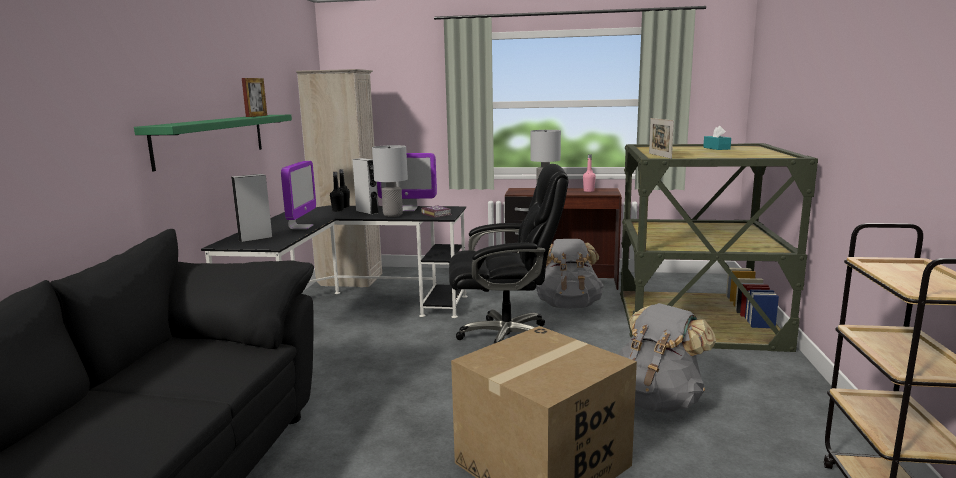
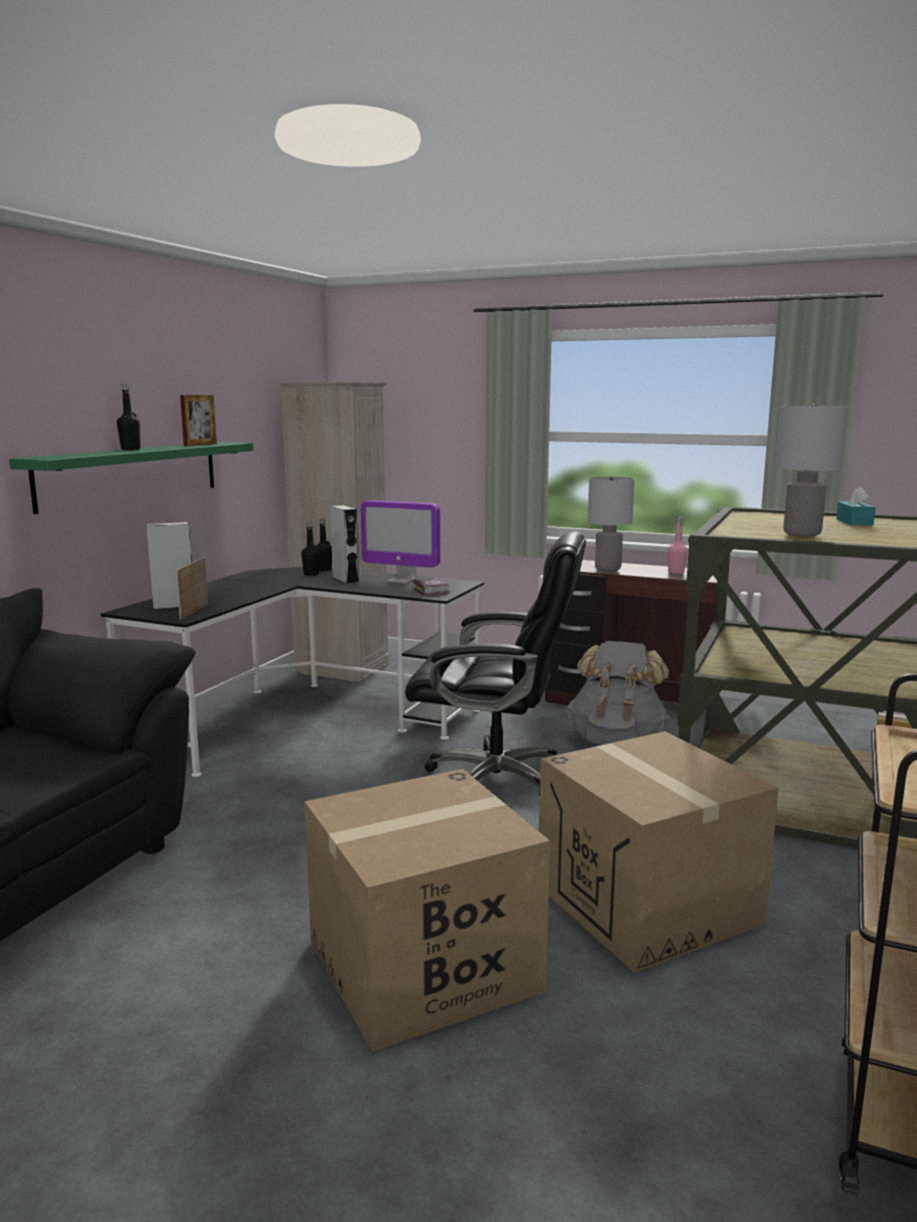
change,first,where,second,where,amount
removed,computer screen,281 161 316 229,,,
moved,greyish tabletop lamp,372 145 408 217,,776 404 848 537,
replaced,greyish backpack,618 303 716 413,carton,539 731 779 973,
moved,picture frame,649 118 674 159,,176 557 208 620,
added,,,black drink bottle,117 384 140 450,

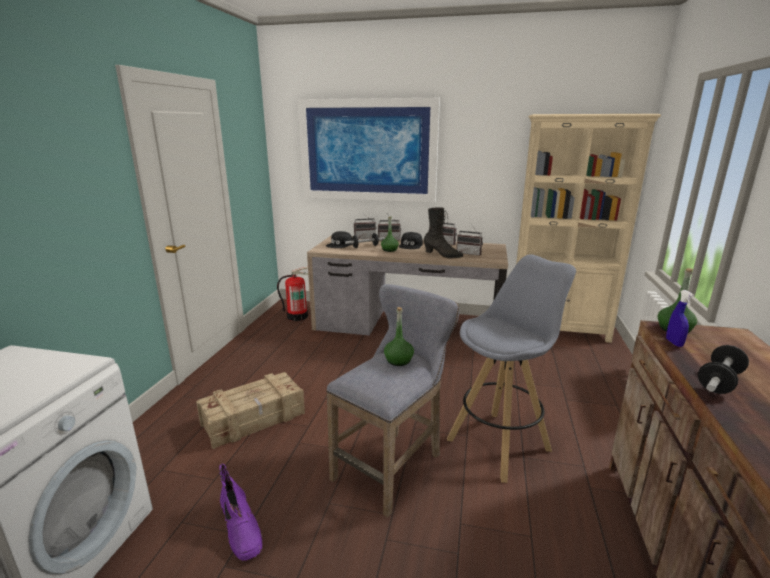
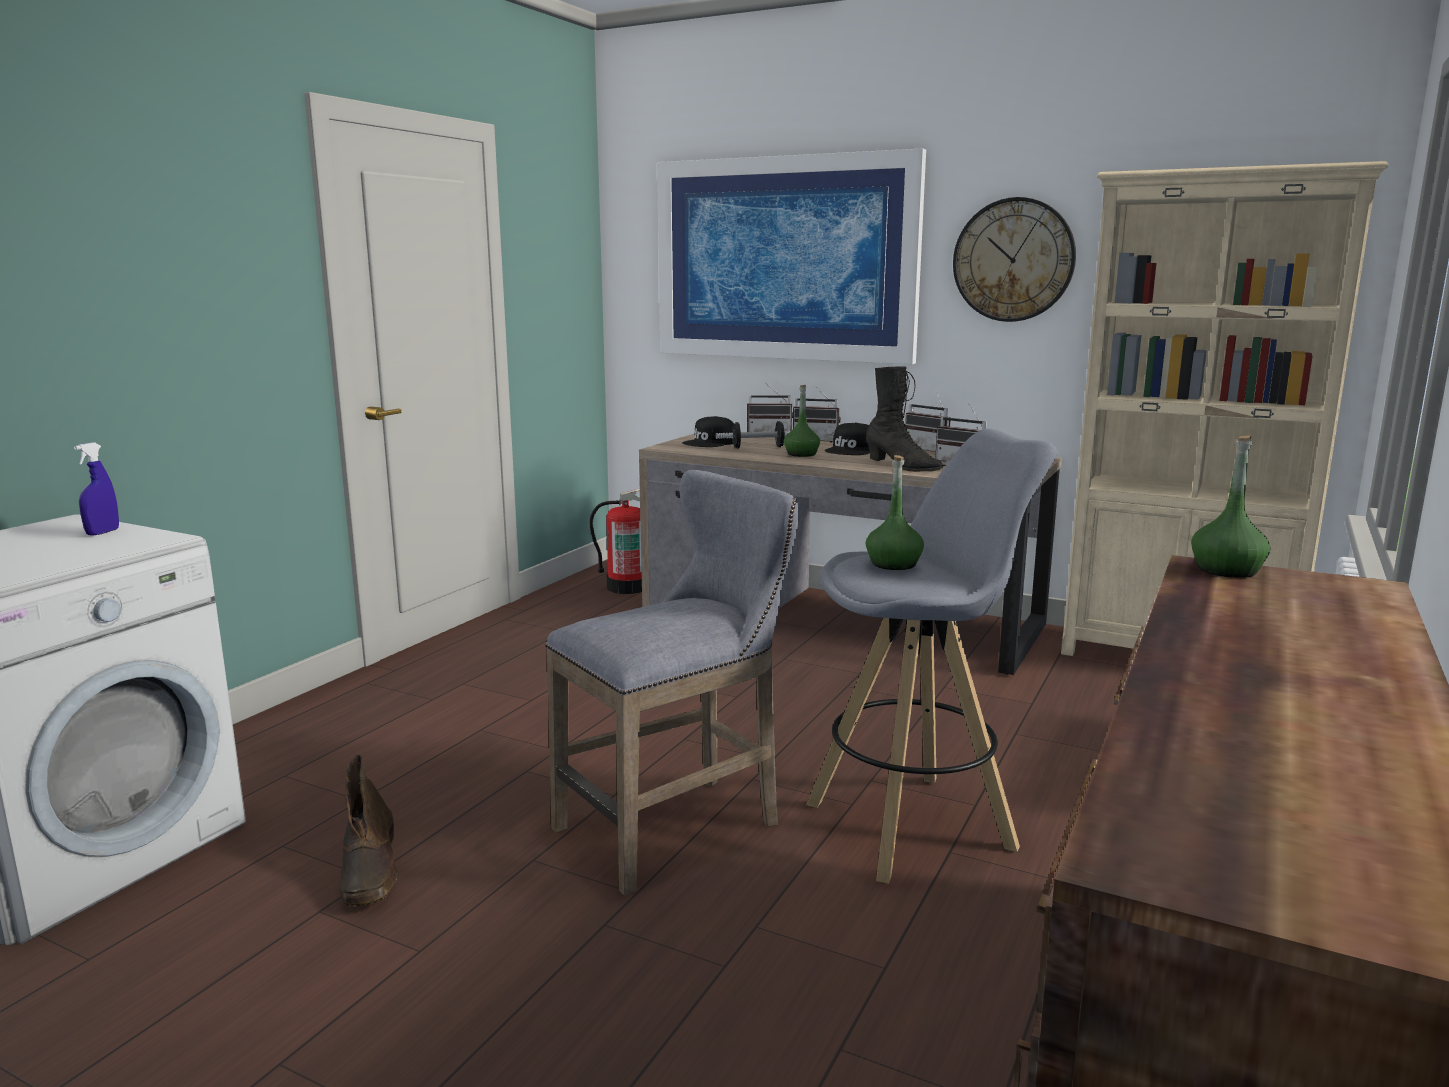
change,first,where,second,where,amount
removed,packing crate,196 372 305 449,,,
recoloured,purple tall boot,219 464 263 561,brown tall boot,340 754 397 907,
moved,green-coloured drink bottle,384 307 414 366,,866 455 924 570,
moved,blue-coloured sprayer,666 290 694 347,,74 442 119 536,
removed,dumbbell,698 345 749 394,,,
added,,,clock on the wall,953 197 1076 322,

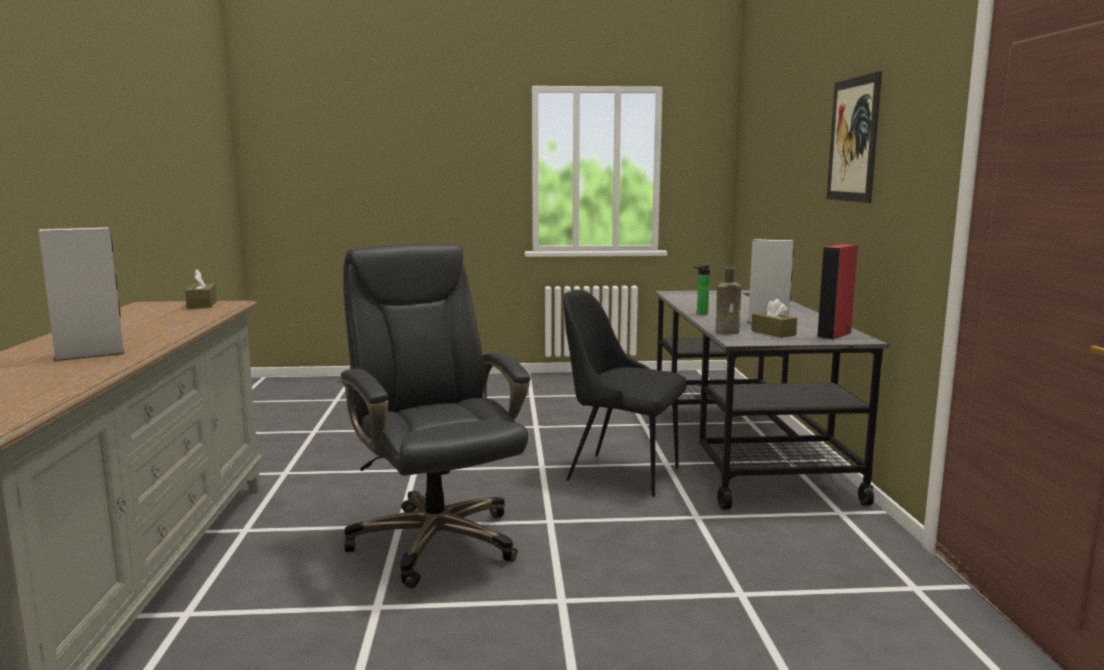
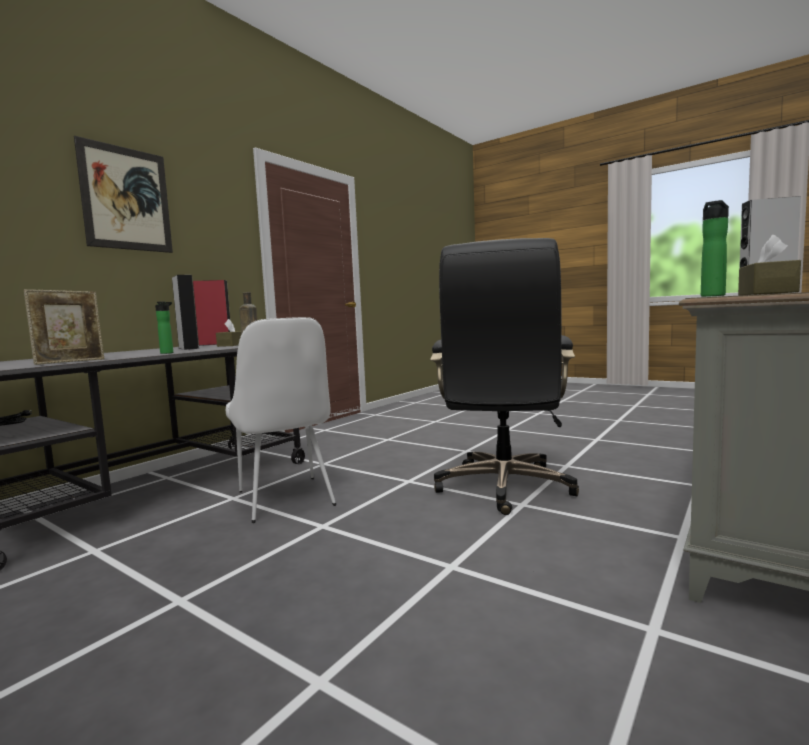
change,first,where,second,where,amount
recoloured,black plain chair,563 290 686 497,white plain chair,226 317 336 523,
added,,,picture frame,24 289 104 365,
added,,,drink bottle,701 200 729 297,

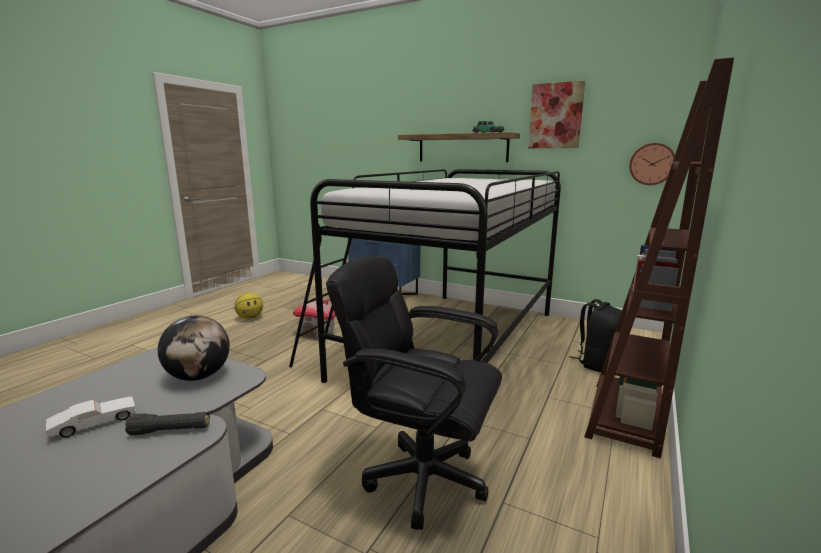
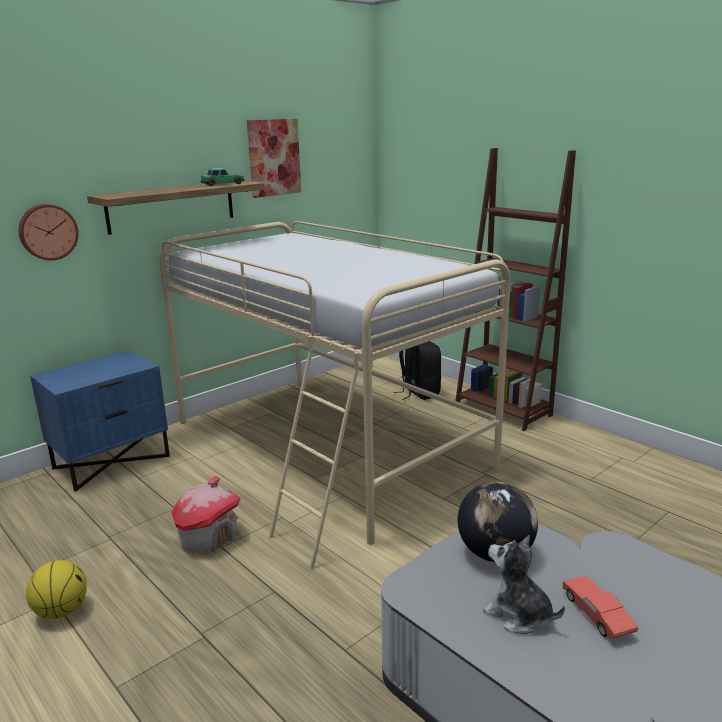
change,first,where,second,where,amount
recoloured,white toy car,45 397 136 438,red-coloured toy car,563 576 638 639,
removed,black torch,125 412 210 435,,,
recoloured,black bedroom bed,289 169 561 383,sand-coloured bedroom bed,159 221 511 569,
removed,black office chair,326 256 502 530,,,
moved,clock on the wall,629 143 675 185,,19 204 79 261,
added,,,soft toy,483 535 565 634,

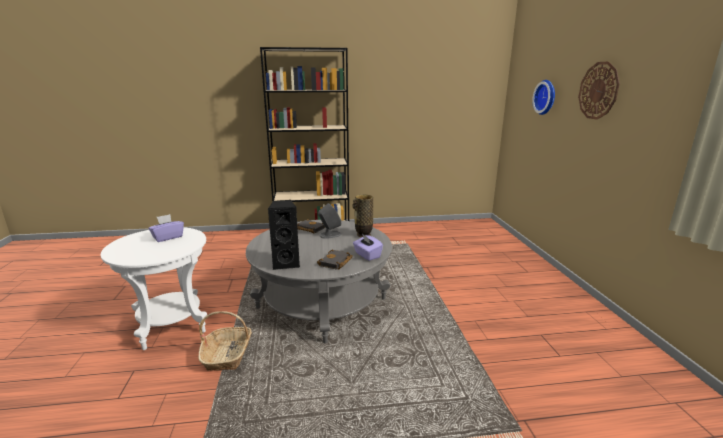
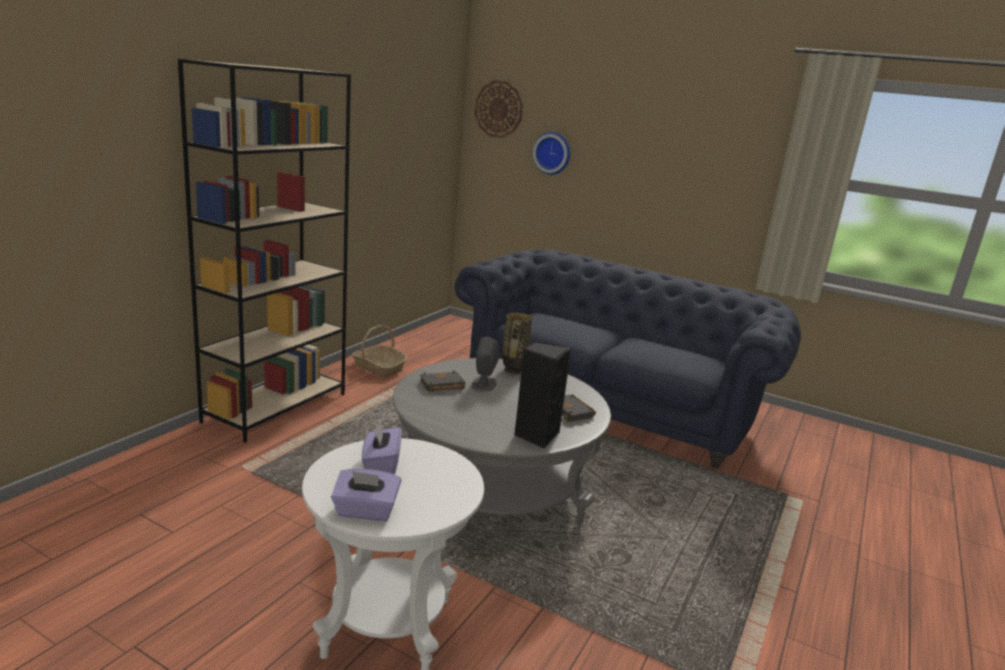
change,first,where,second,where,amount
moved,storage basket,198 311 252 371,,352 325 407 377,
moved,purple tissue box,353 234 383 261,,331 469 401 521,
moved,clock on the wall,578 62 620 120,,475 80 523 138,
added,,,blue-coloured sofa,455 249 801 469,

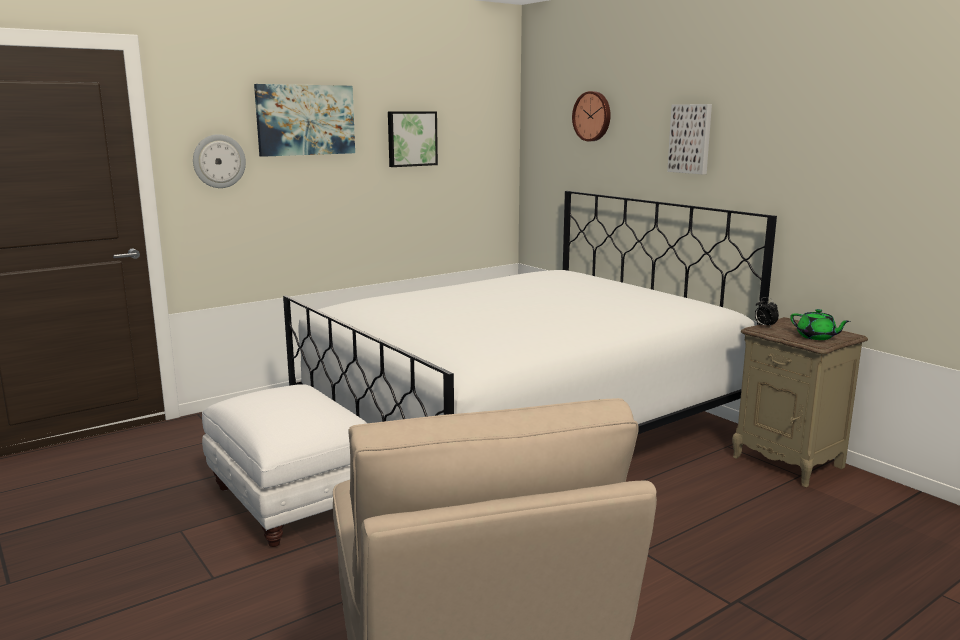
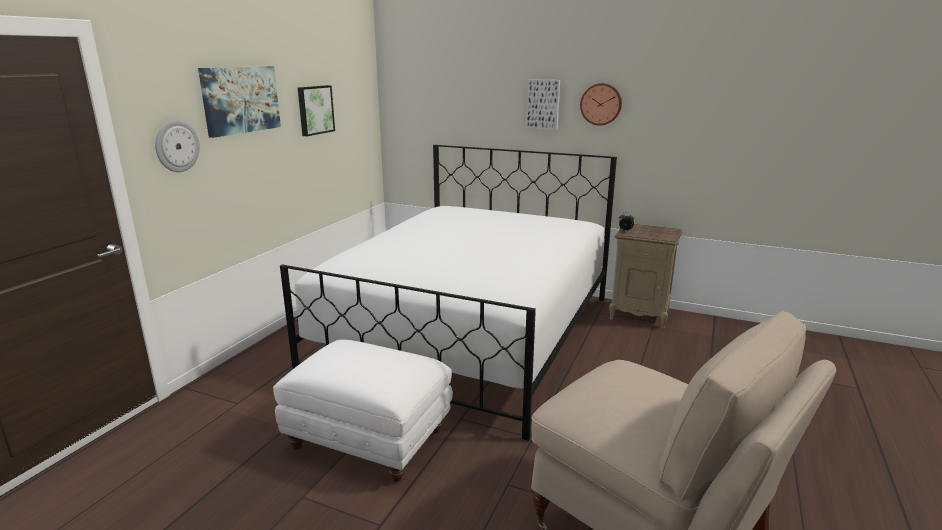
change,first,where,second,where,amount
moved,clock on the wall,572 91 611 141,,580 83 622 126,
removed,green-coloured pot for tea,790 309 851 340,,,

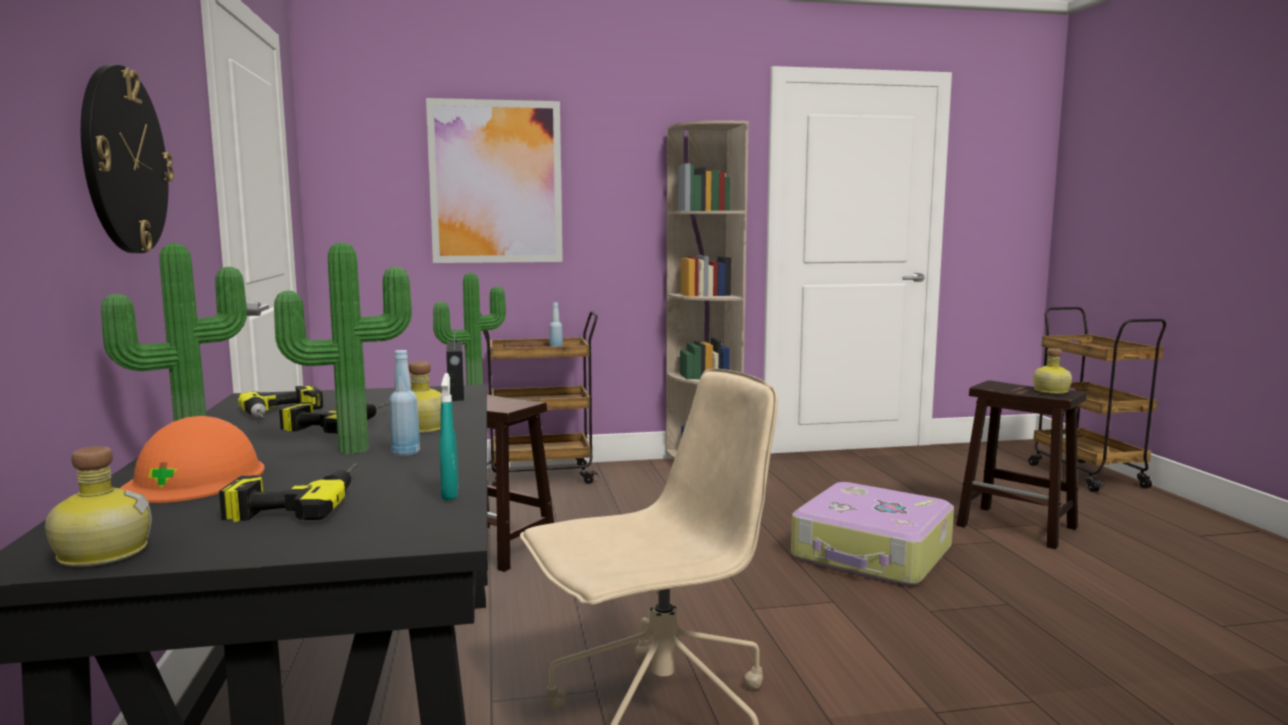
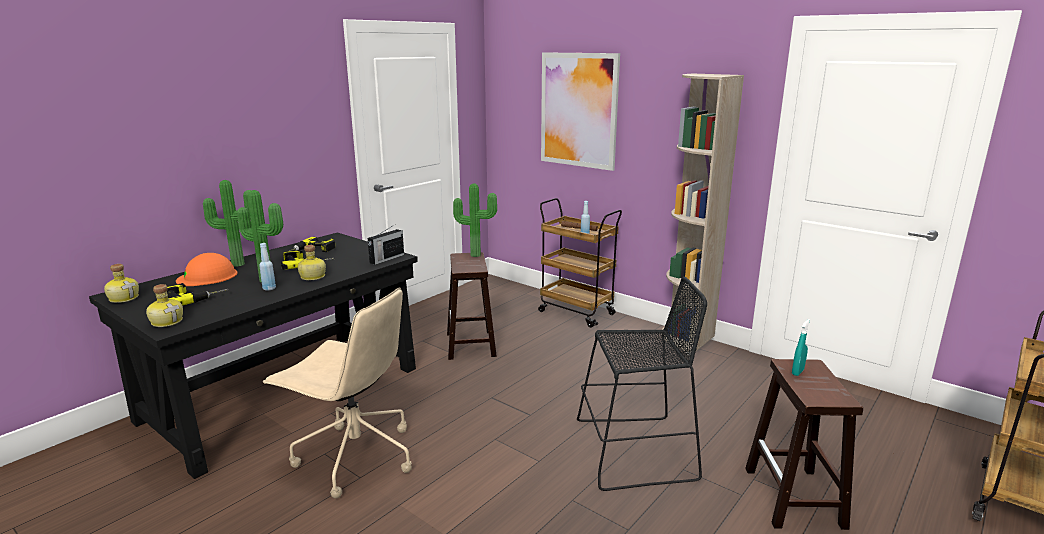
change,first,where,second,where,amount
removed,clock on the wall,81 64 174 253,,,
moved,turquoise-coloured sprayer,440 373 458 501,,792 319 810 376,
replaced,travel case,791 482 954 586,black stool,577 277 707 491,
moved,drink bottle,1033 348 1072 394,,146 284 183 327,

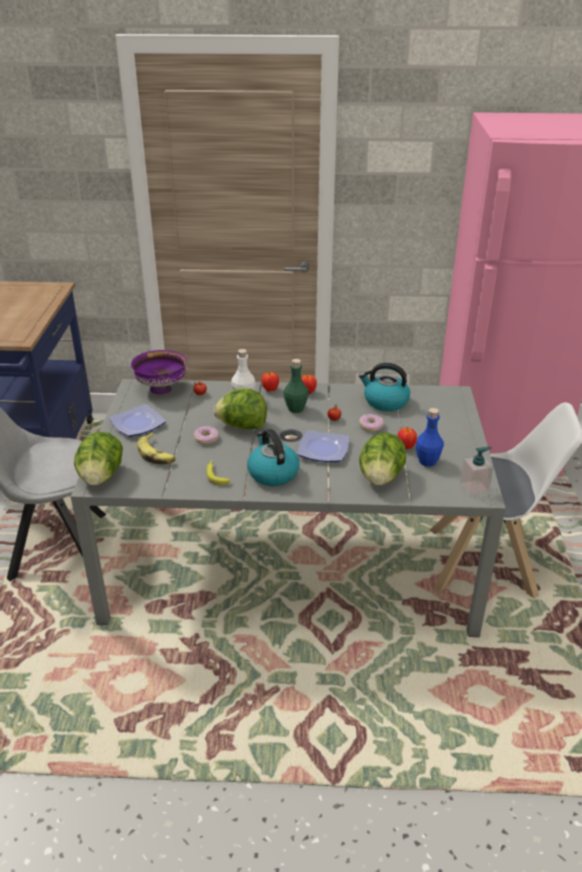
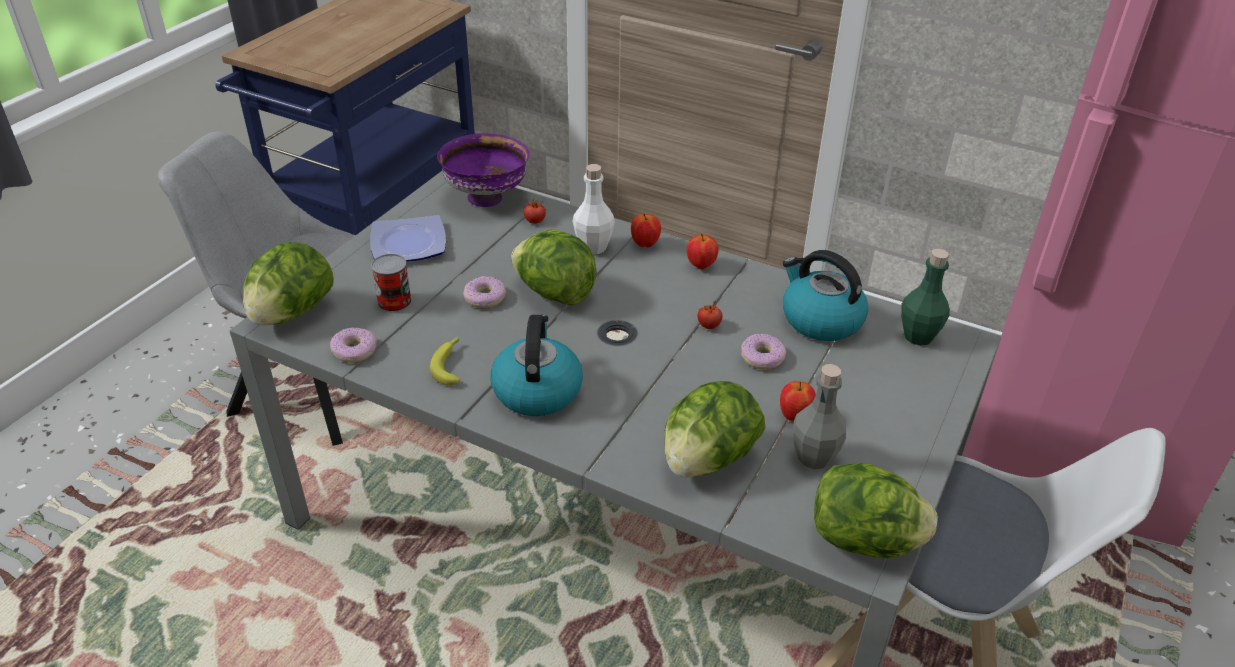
change,first,where,second,where,amount
replaced,banana,137 433 176 465,sealed can,371 254 412 312,
moved,green-coloured drink bottle,283 359 309 413,,901 249 950 346,
removed,flat dish,297 430 349 462,,,
recoloured,blue-coloured drink bottle,416 408 444 467,greyish drink bottle,793 364 846 469,
replaced,liquid soap bottle,460 447 494 496,lettuce,814 463 937 558,
added,,,donut,330 327 377 363,

